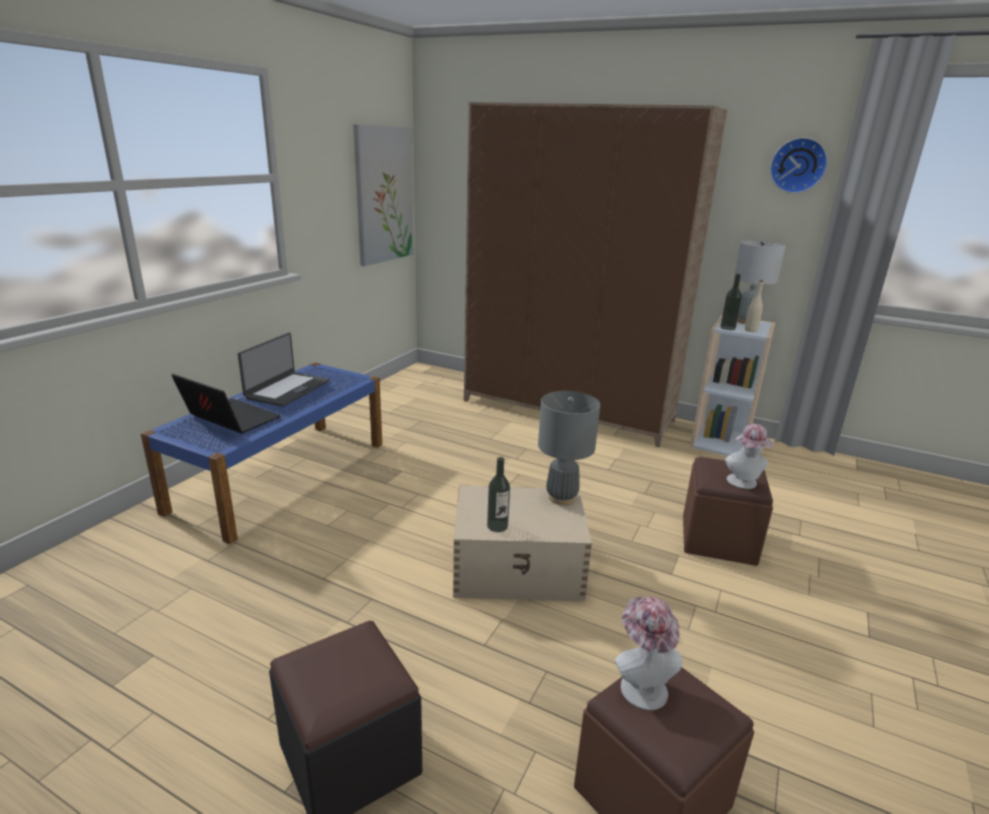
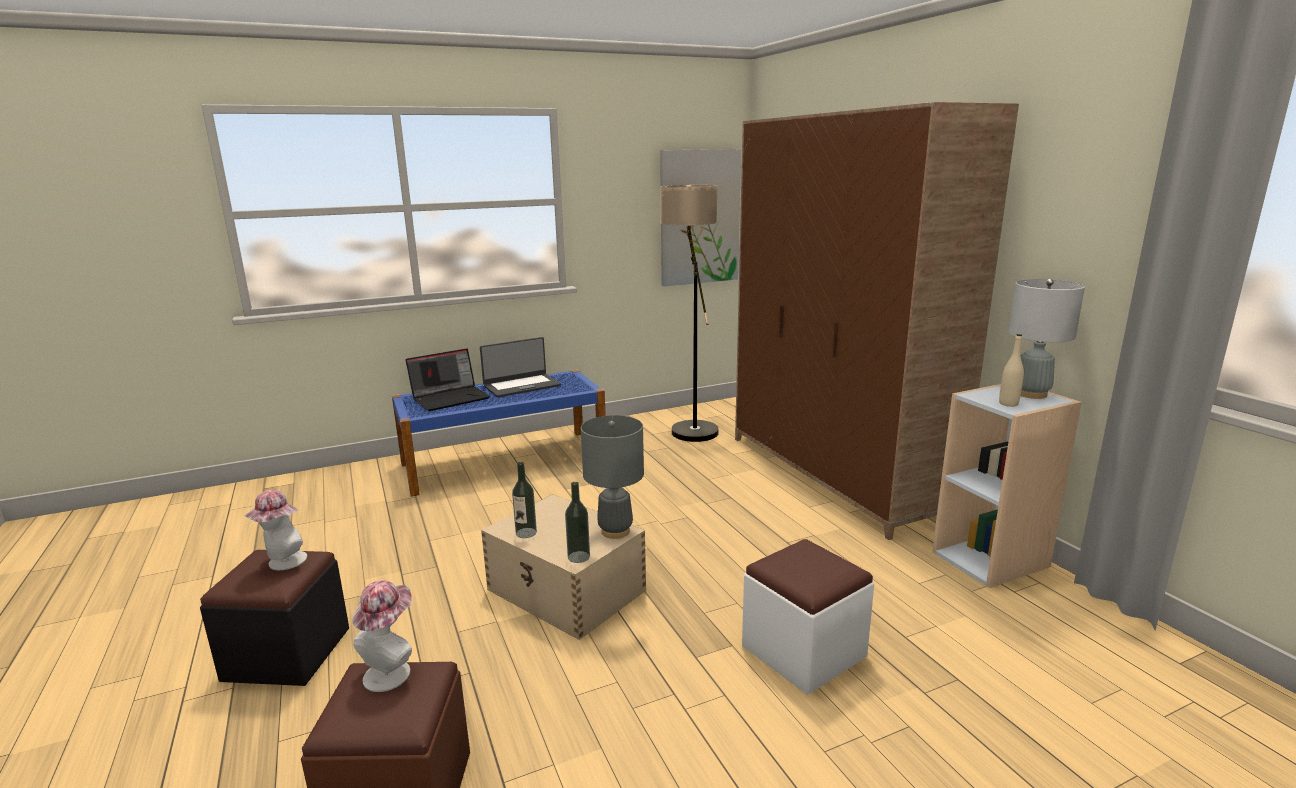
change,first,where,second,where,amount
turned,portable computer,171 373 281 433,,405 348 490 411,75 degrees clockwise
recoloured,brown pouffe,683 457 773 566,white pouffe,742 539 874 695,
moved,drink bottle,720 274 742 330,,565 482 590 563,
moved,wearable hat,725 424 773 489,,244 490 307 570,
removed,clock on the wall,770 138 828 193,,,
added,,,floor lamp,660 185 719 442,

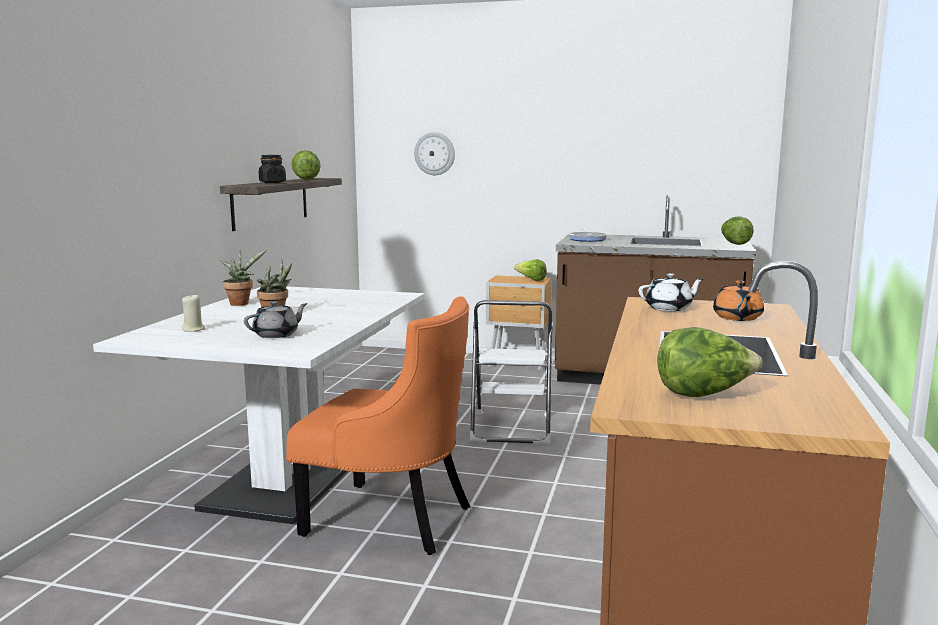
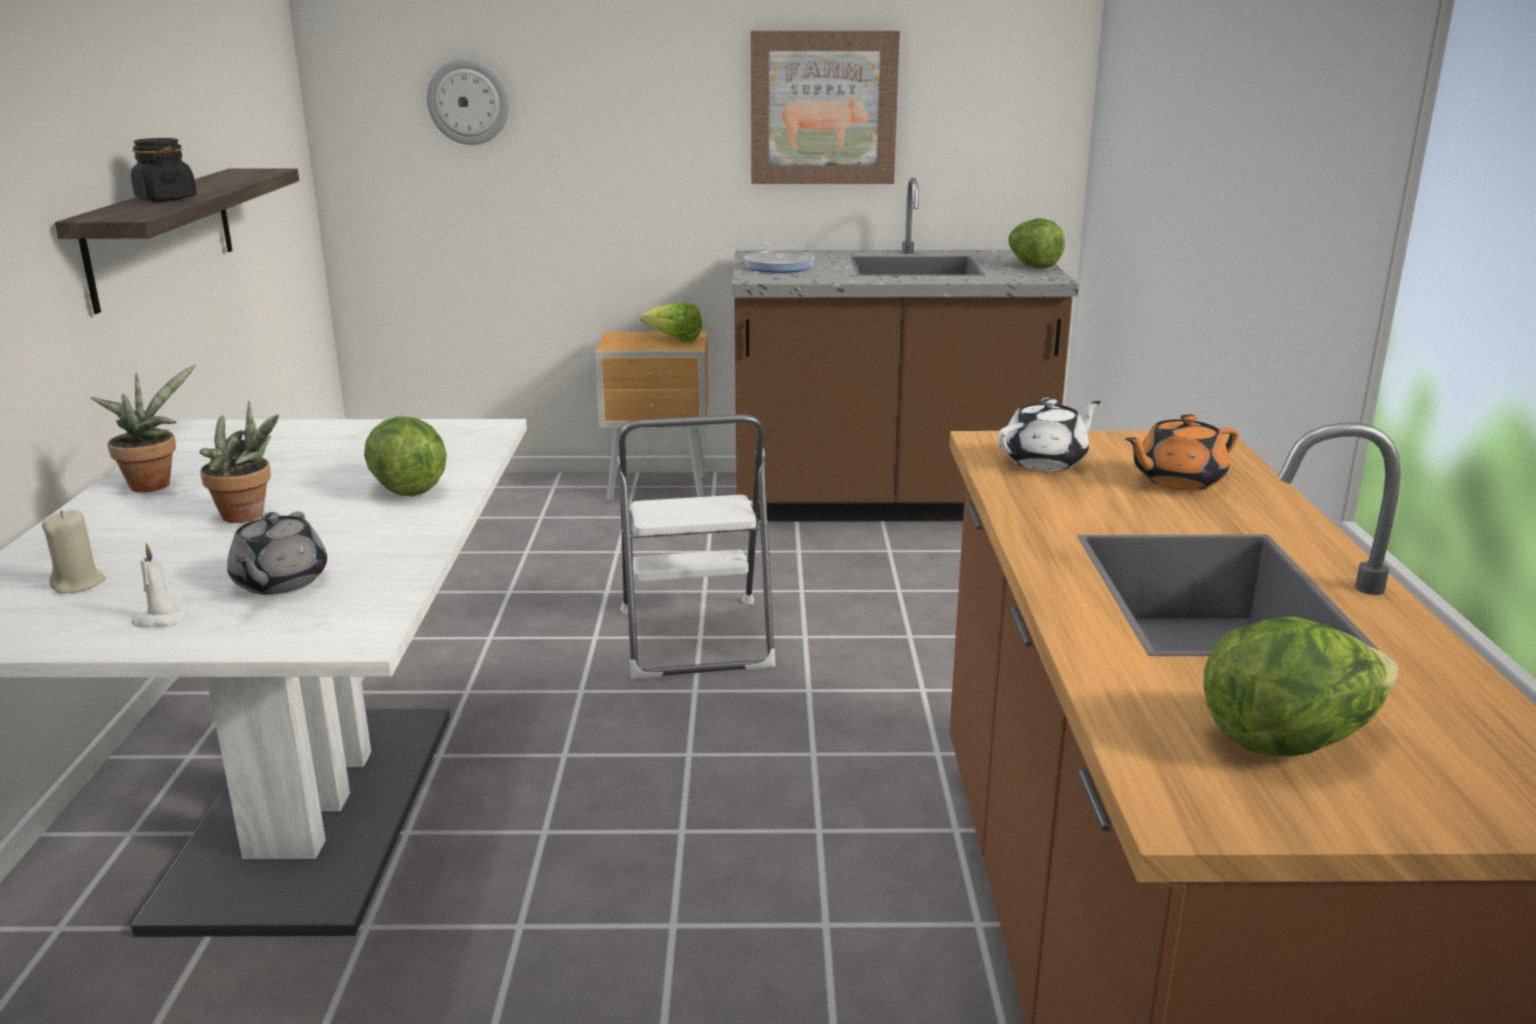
change,first,where,second,where,amount
turned,greyish pot for tea,244 301 308 338,,227 511 327 595,150 degrees clockwise
removed,orangey plain chair,286 297 471 555,,,
moved,lettuce,291 150 321 180,,364 416 447 497,
turned,orangey pot for tea,713 280 764 321,,1125 414 1238 491,75 degrees clockwise
added,,,white wax candle,132 543 188 628,
added,,,wall picture,751 31 900 184,

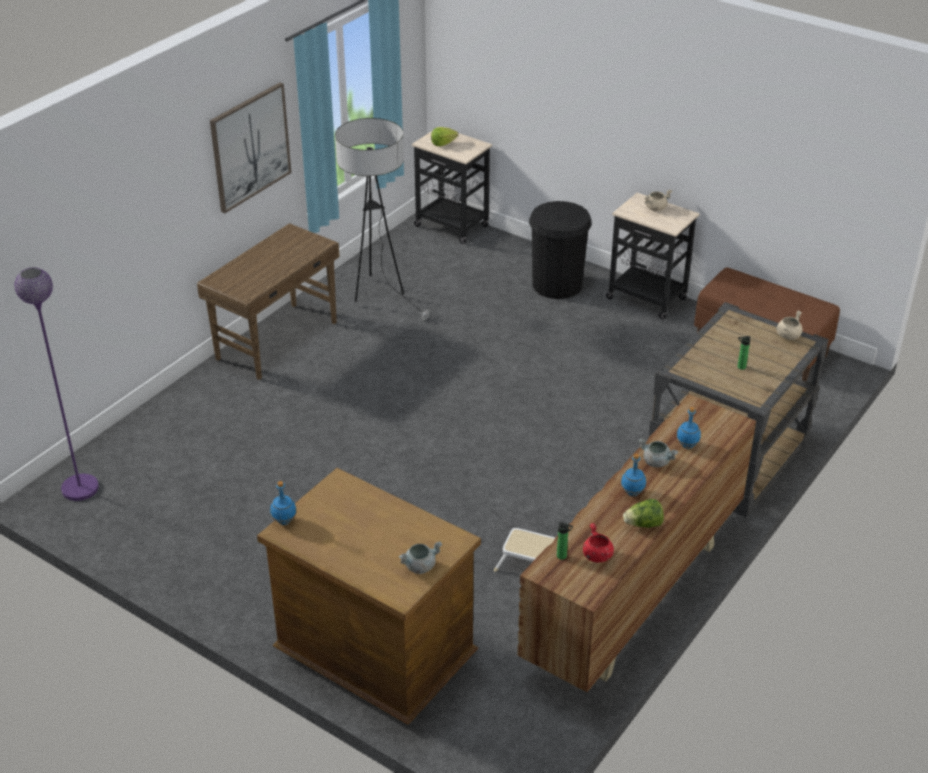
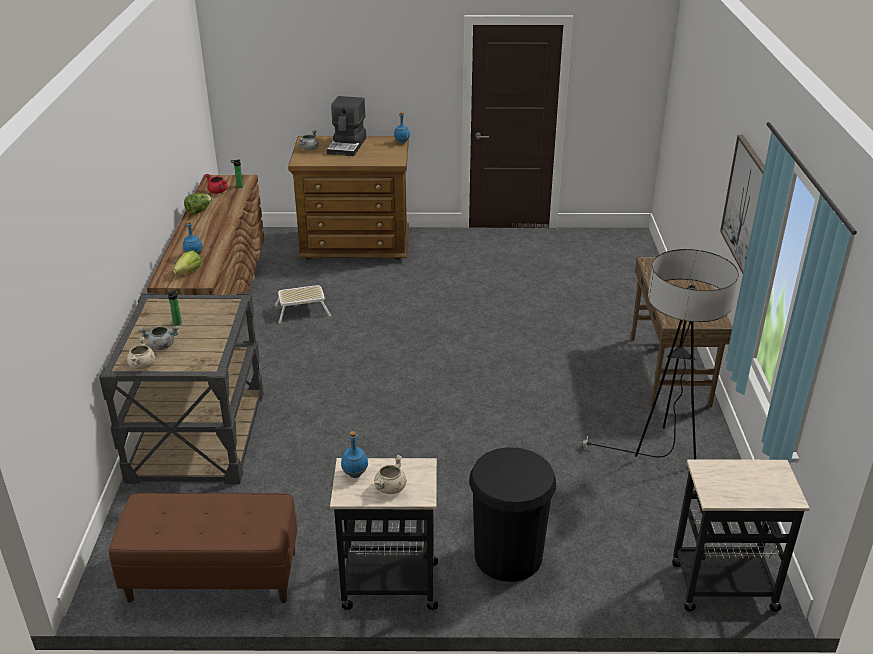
change,first,where,second,where,amount
removed,purple floor lamp,15 267 99 501,,,
moved,lettuce,431 127 458 146,,173 251 201 275,
moved,blue-coloured drink bottle,621 454 646 496,,341 431 368 478,
moved,greyish saucepot,639 439 678 467,,139 326 179 350,
added,,,coffee brewer,327 96 366 156,

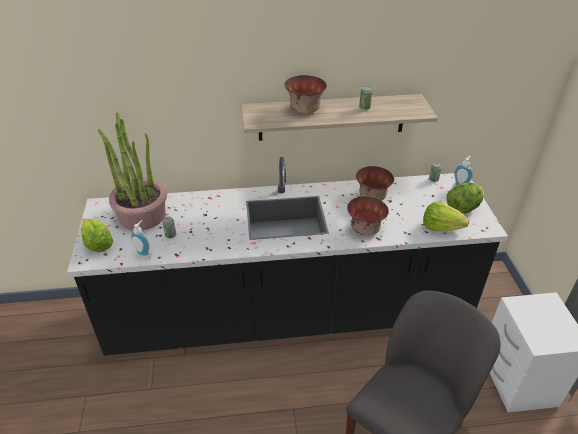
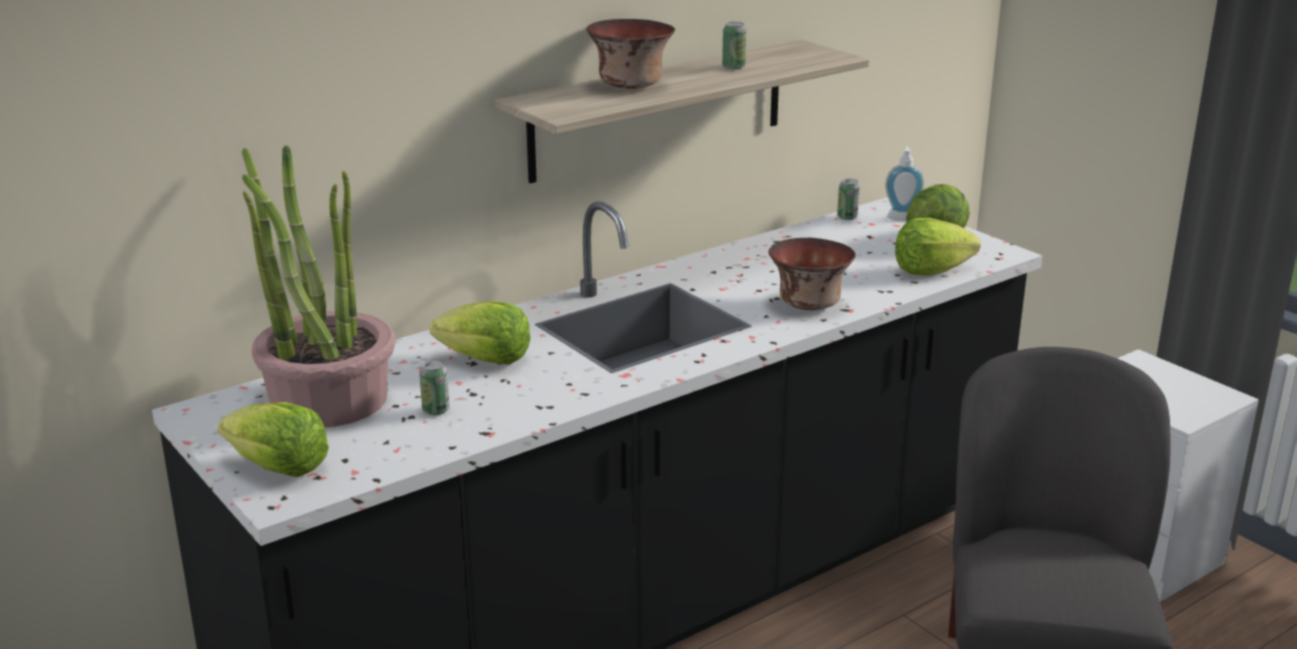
change,first,where,second,where,amount
removed,liquid soap bottle,131 220 151 260,,,
removed,deep dish,356 166 394 201,,,
added,,,lettuce,430 301 530 365,

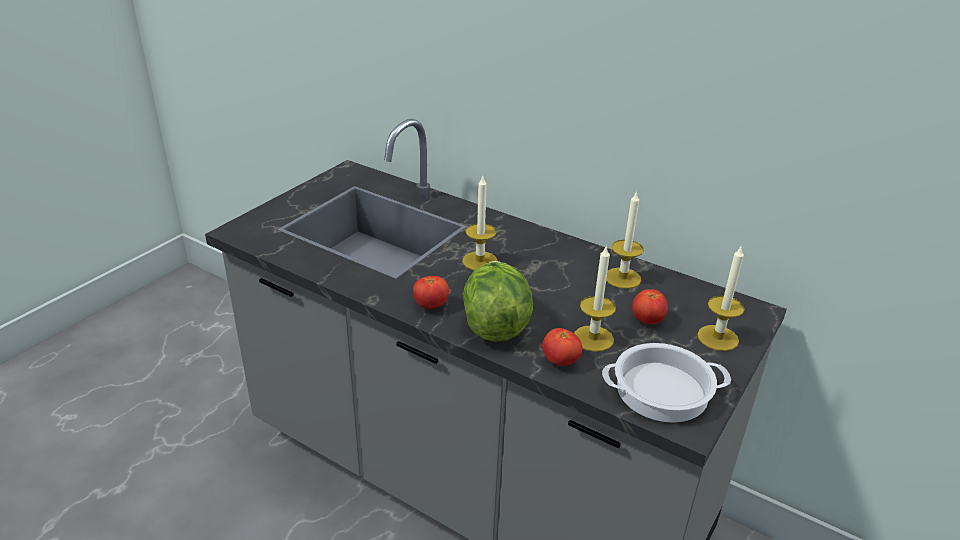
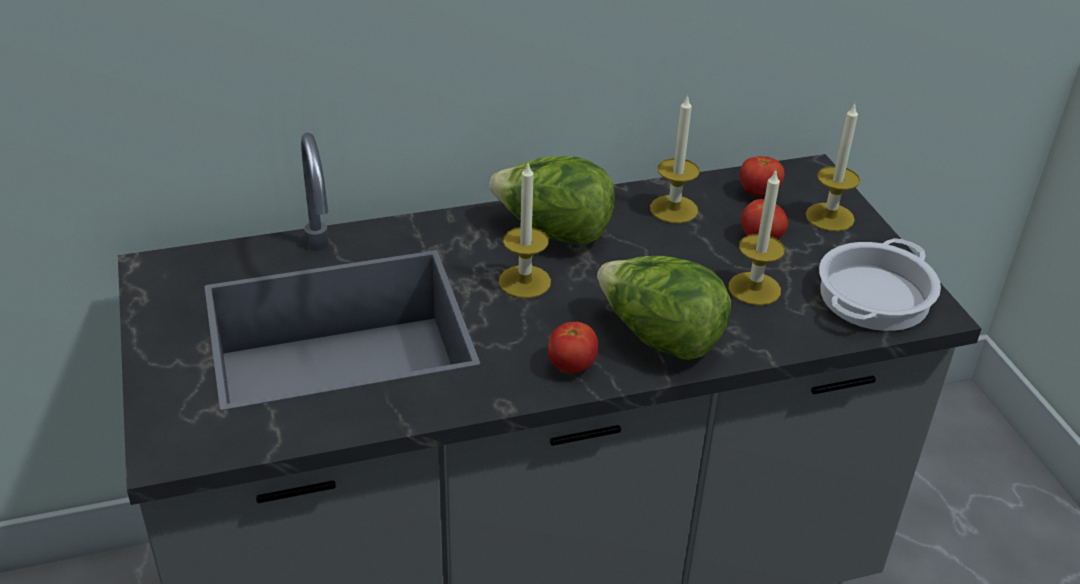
change,first,where,second,where,amount
moved,whole tomato,542 328 583 366,,740 156 784 196,
added,,,lettuce,489 156 615 245,

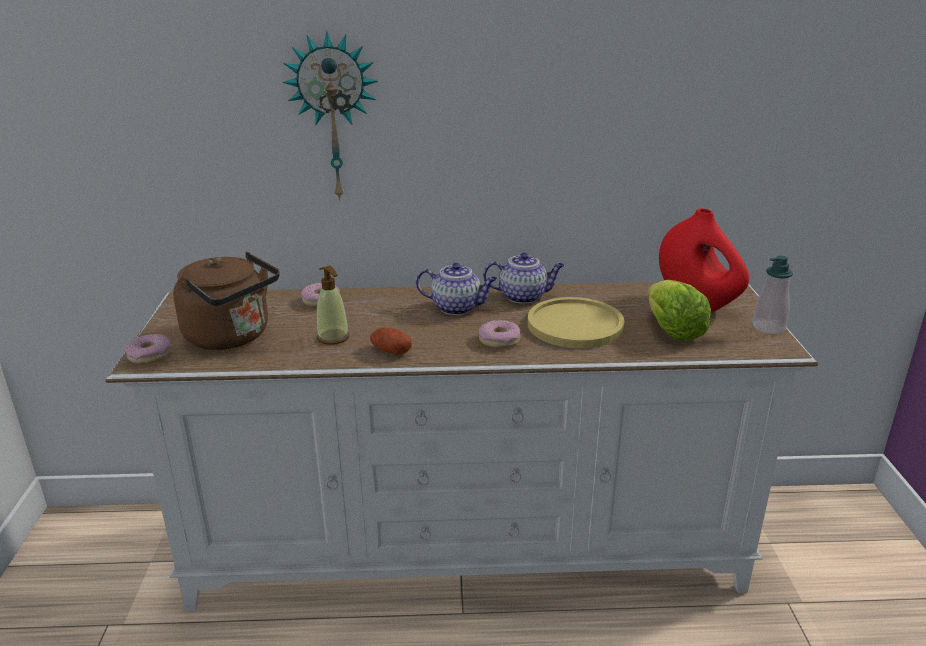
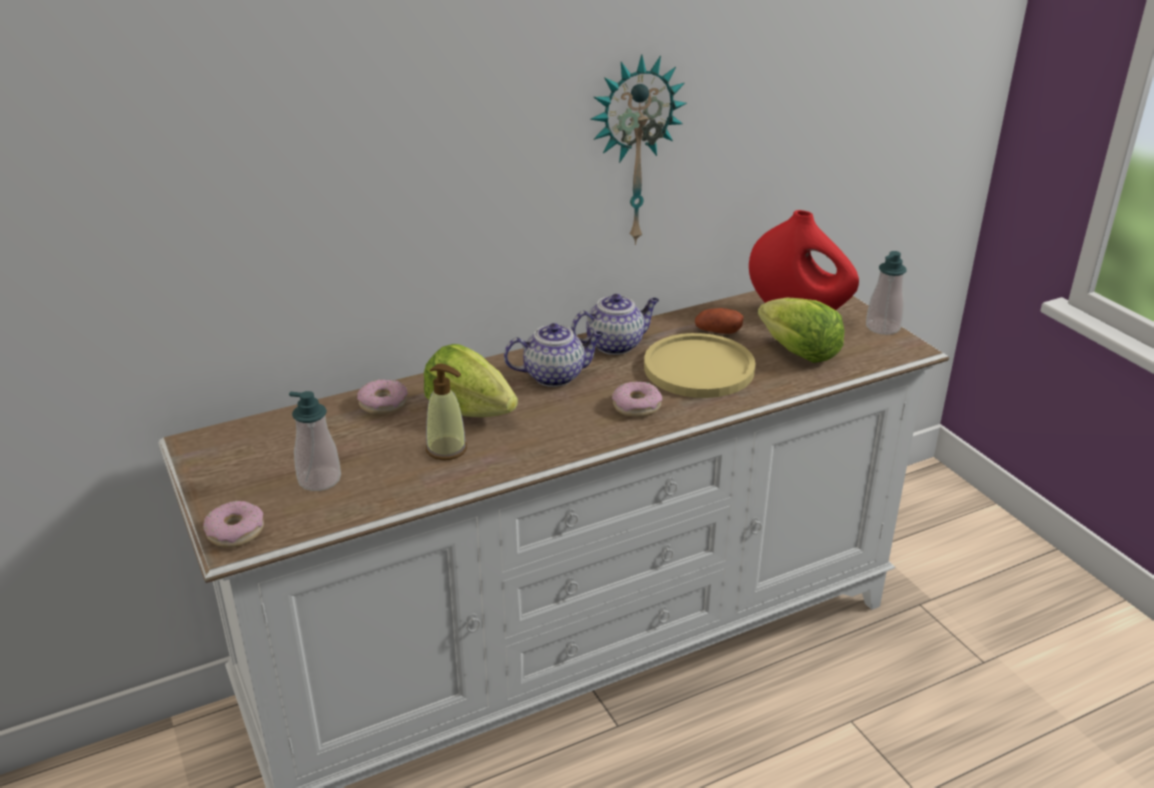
change,first,where,second,where,amount
replaced,brown water kettle,173 252 280 350,liquid soap bottle,289 391 341 491,
moved,clock on the wall,282 31 378 202,,590 54 687 245,
moved,whole potato,370 328 412 355,,695 308 744 334,
added,,,lettuce,424 344 518 417,

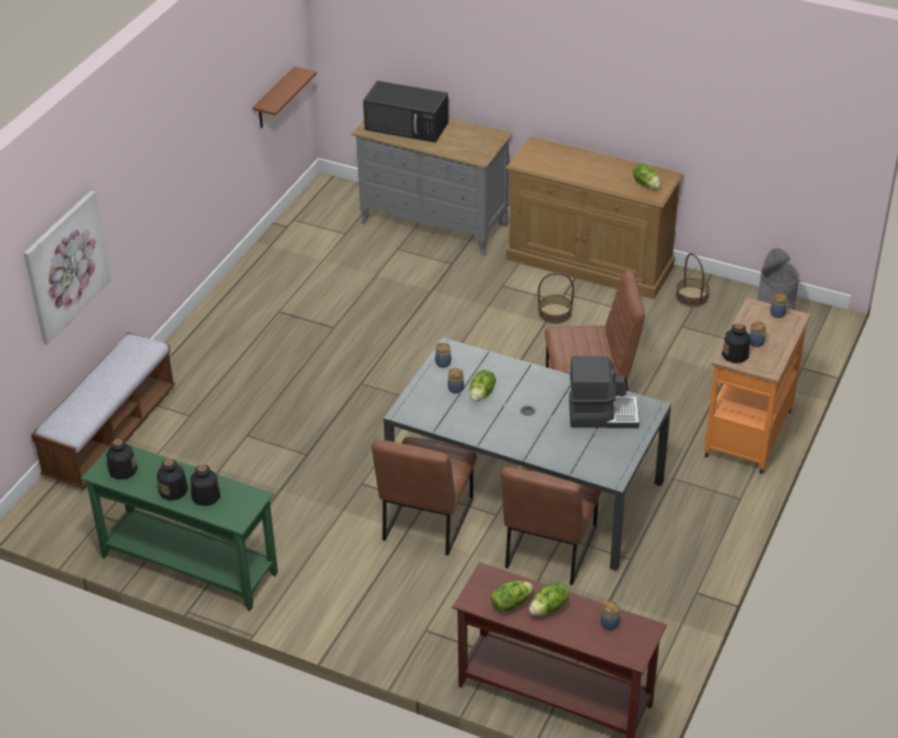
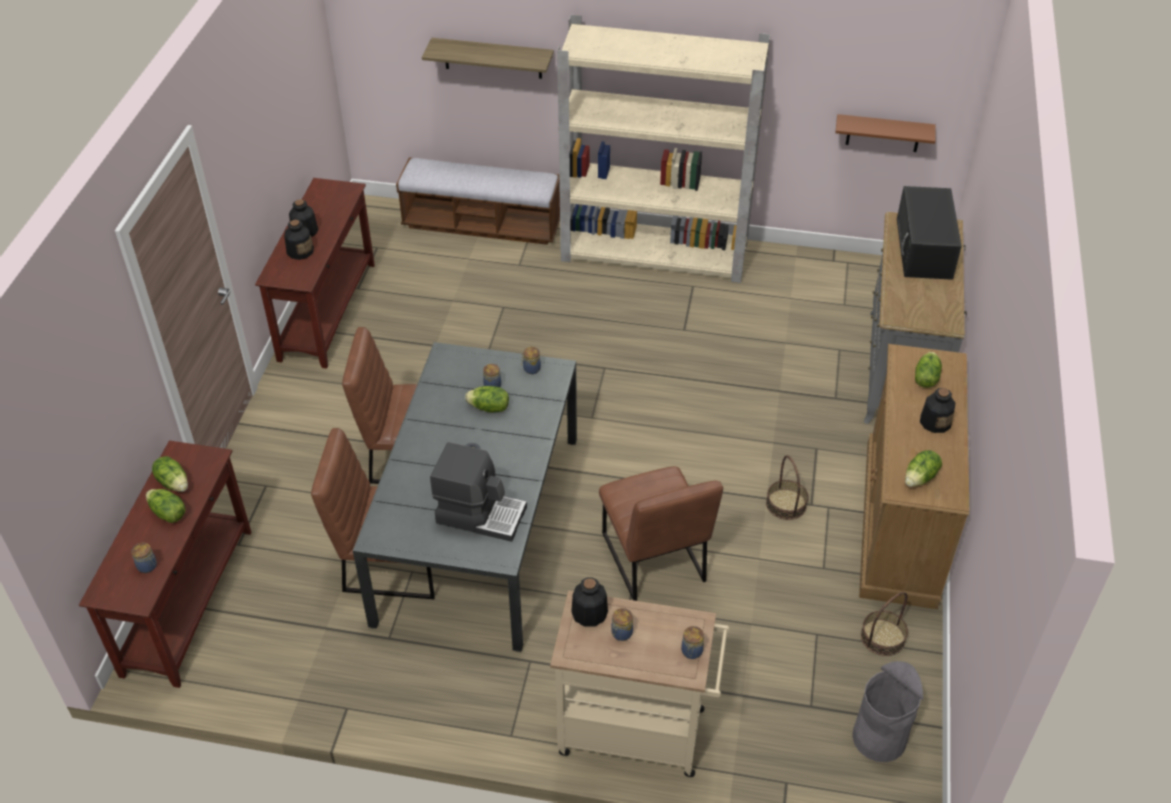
change,first,where,second,where,amount
replaced,wall picture,24 191 111 345,wall shelf,422 38 554 79,
recoloured,green-coloured console table,81 445 278 611,brown console table,255 178 375 369,
moved,drink bottle,106 439 138 480,,920 388 955 433,
turned,coffee brewer,569 356 639 428,,430 442 527 542,60 degrees counterclockwise
recoloured,orangey wheeled cart,704 298 811 474,sand-coloured wheeled cart,550 590 730 777,
added,,,sand-coloured shelving unit,557 15 771 283,
added,,,lettuce,915 352 942 388,

